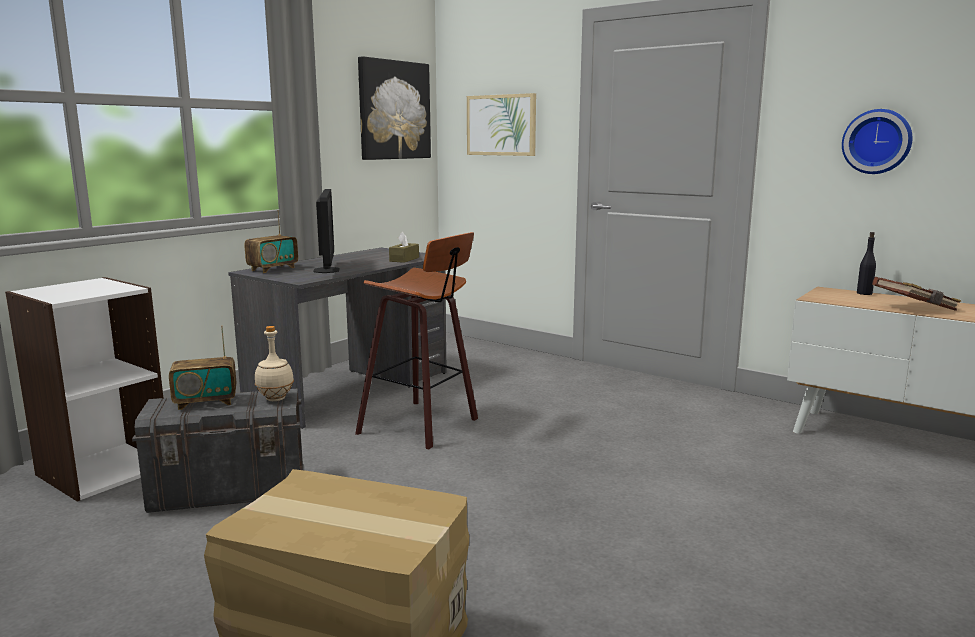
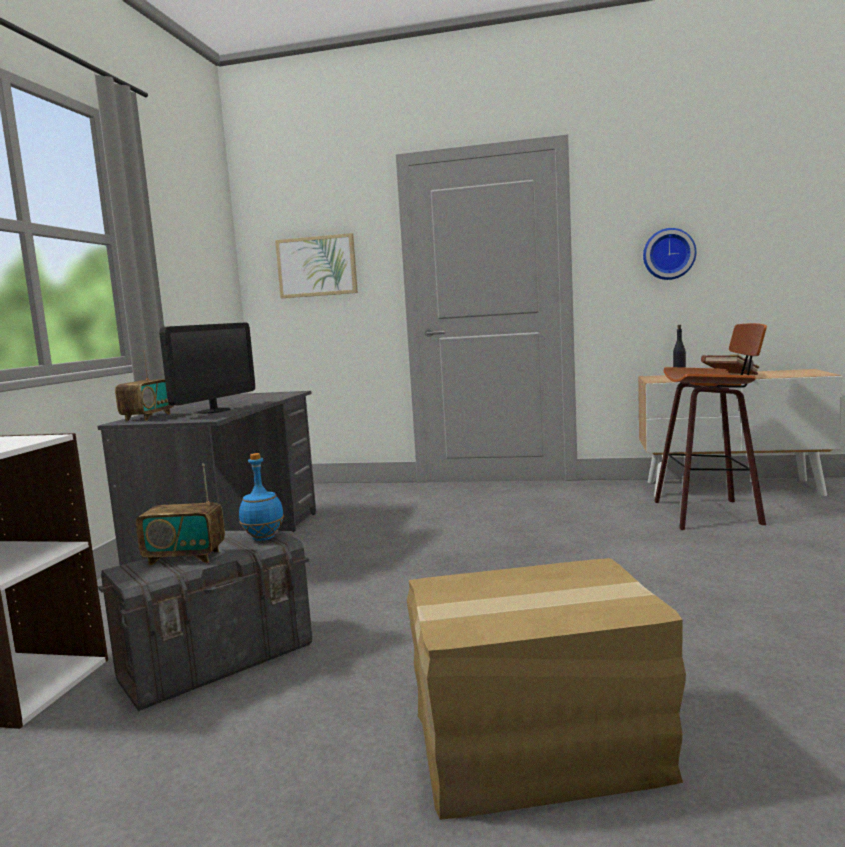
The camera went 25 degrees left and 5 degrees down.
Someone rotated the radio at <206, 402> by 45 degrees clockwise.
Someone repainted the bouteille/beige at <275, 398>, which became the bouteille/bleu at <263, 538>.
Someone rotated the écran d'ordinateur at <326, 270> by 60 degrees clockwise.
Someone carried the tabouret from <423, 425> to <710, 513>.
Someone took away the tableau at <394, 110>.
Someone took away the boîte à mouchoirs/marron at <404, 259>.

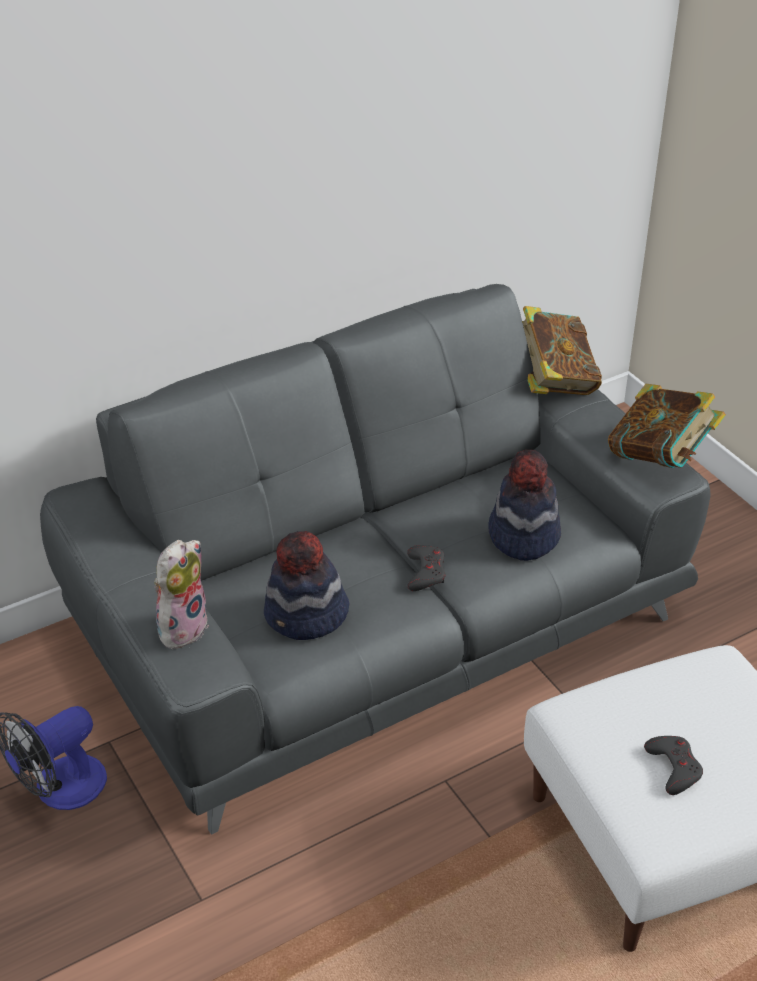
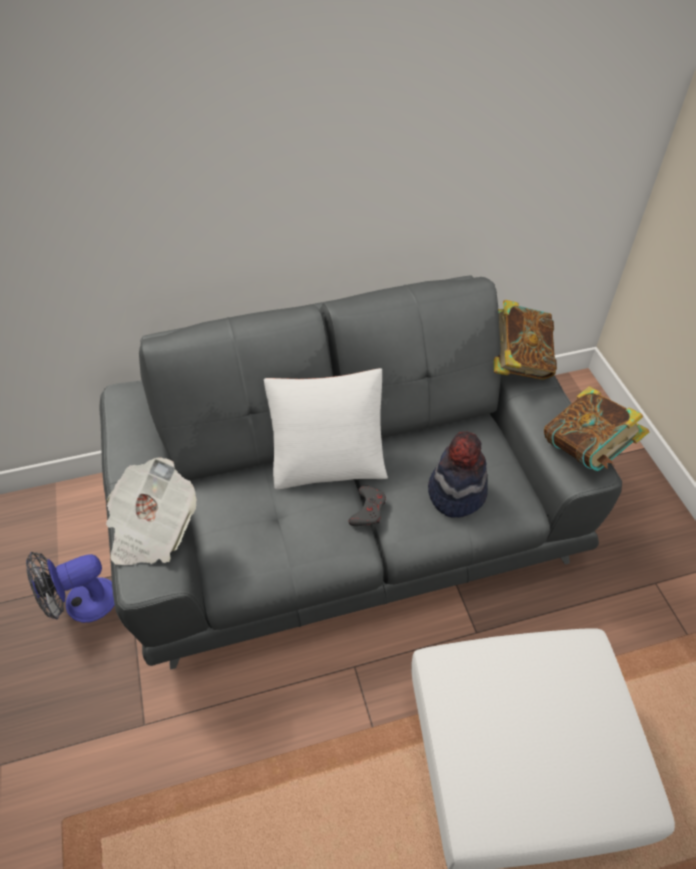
The camera went 15 degrees right and 10 degrees up.
Someone swapped the peluche at <182, 626> for the journal at <152, 529>.
Someone took away the chapeau at <306, 616>.
Someone took away the manette/gris at <674, 767>.
Someone put down the coussin/blanc at <328, 458>.

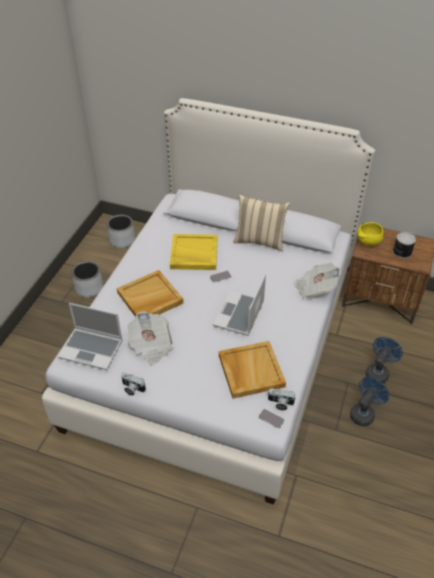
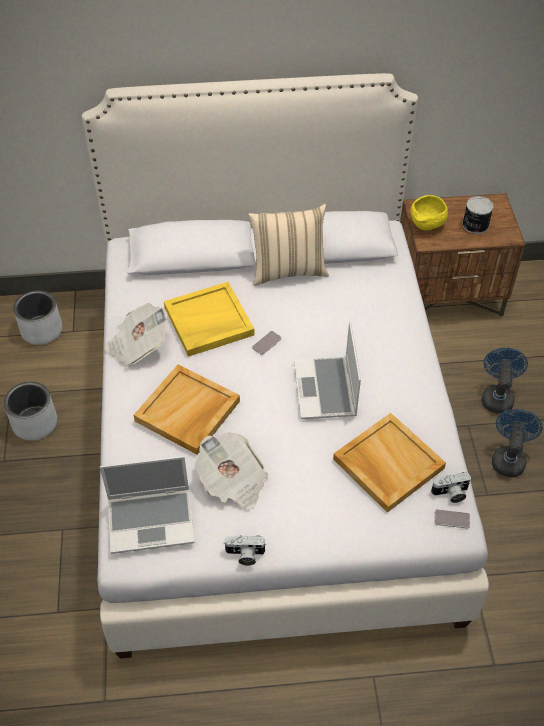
The camera went 25 degrees left and 5 degrees up.
Someone carried the journal from <315, 288> to <138, 346>.

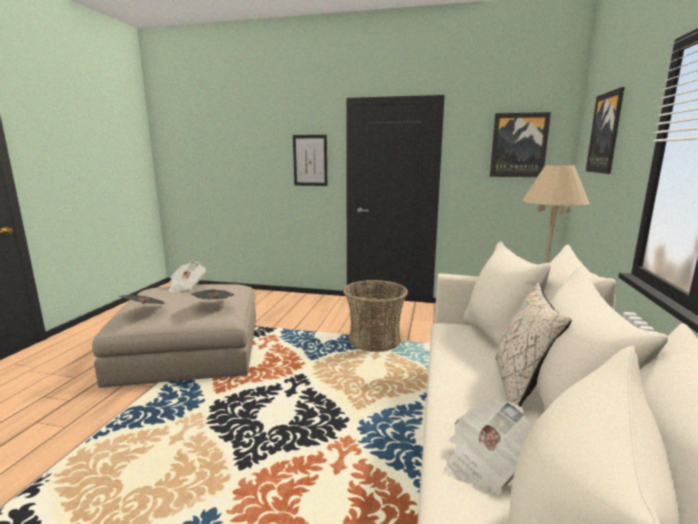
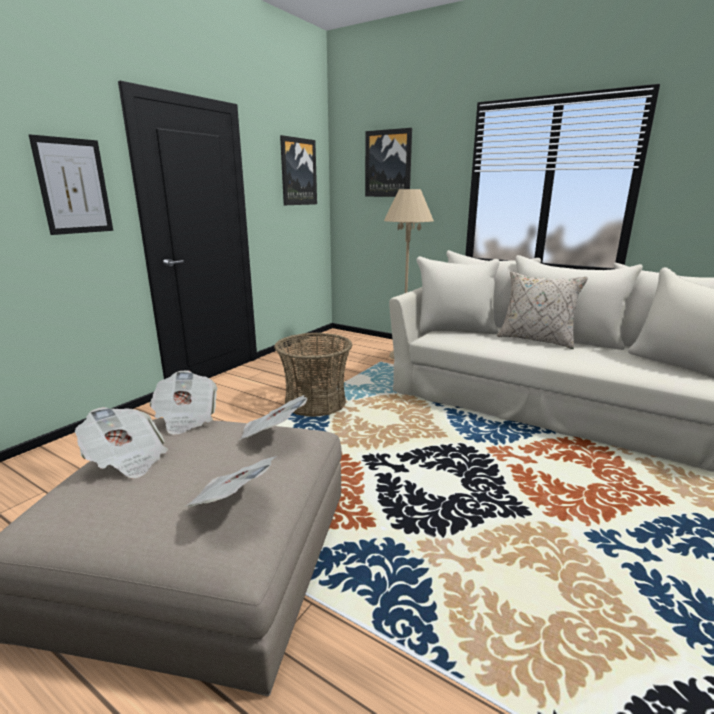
The camera went 70 degrees left and 5 degrees up.
Someone carried the journal from <485, 463> to <186, 418>.

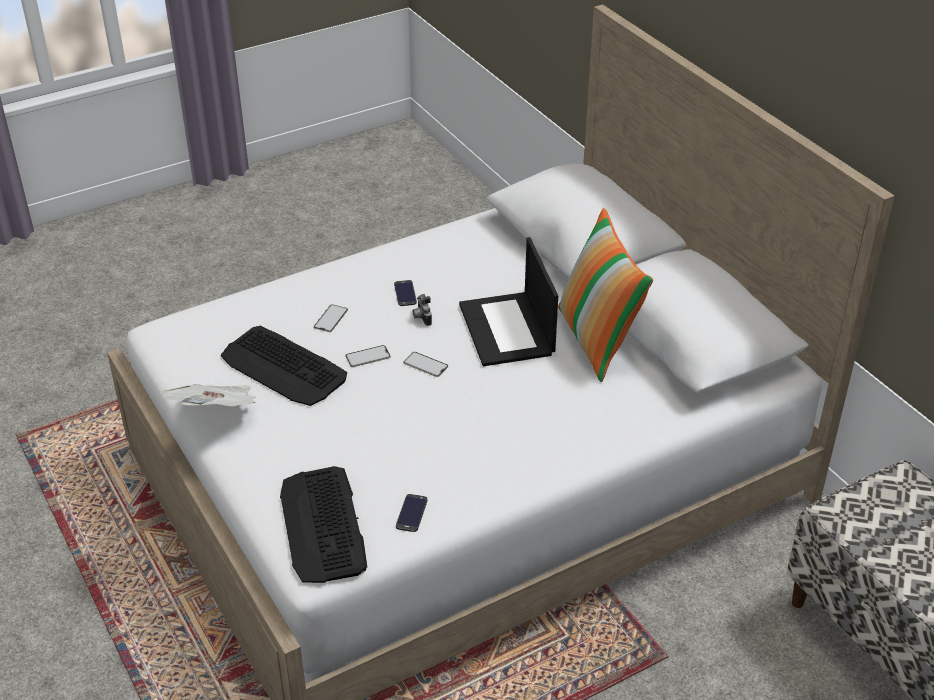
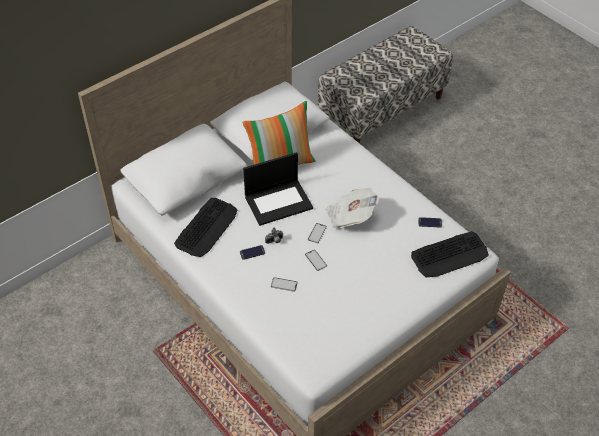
The camera went 100 degrees left and 10 degrees up.
Someone carried the journal from <216, 413> to <350, 216>.
Someone carried the clavier from <283, 367> to <206, 227>.

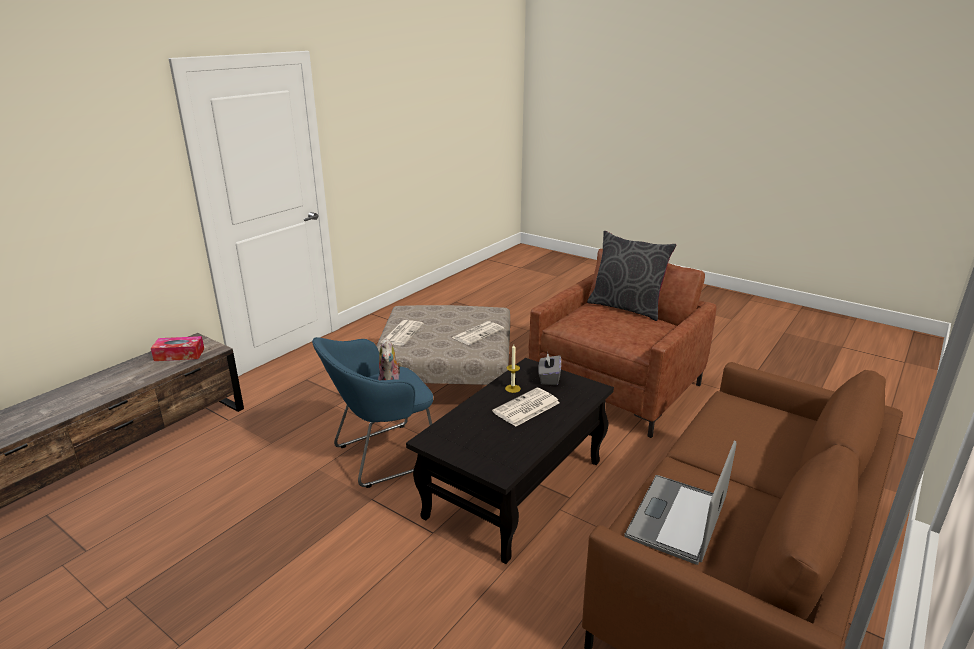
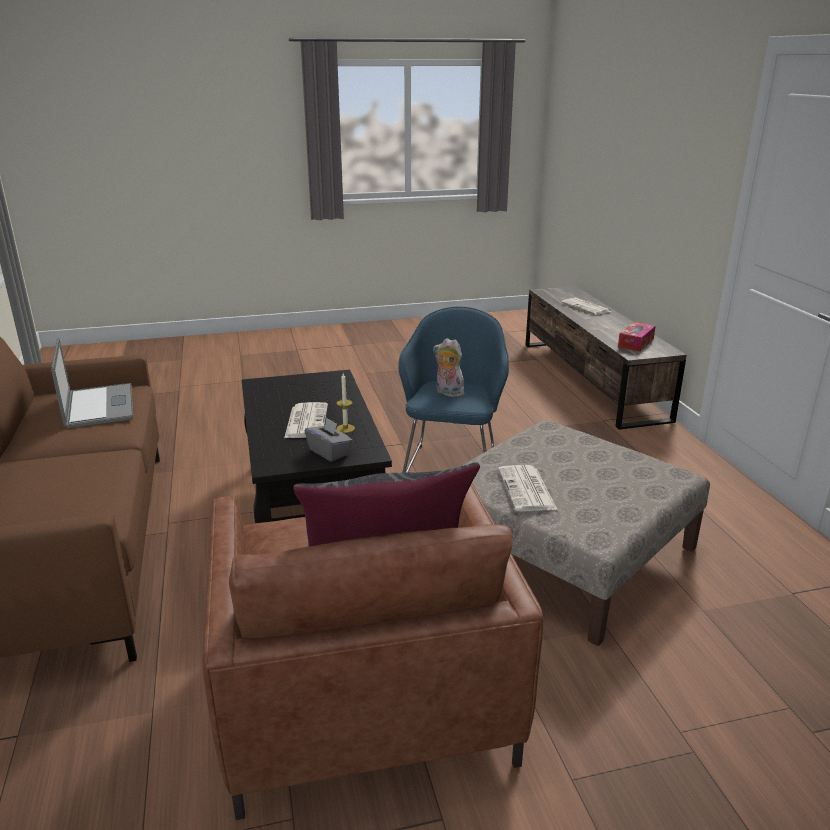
The camera went 130 degrees right and 0 degrees up.
Someone carried the journal from <402, 333> to <587, 307>.

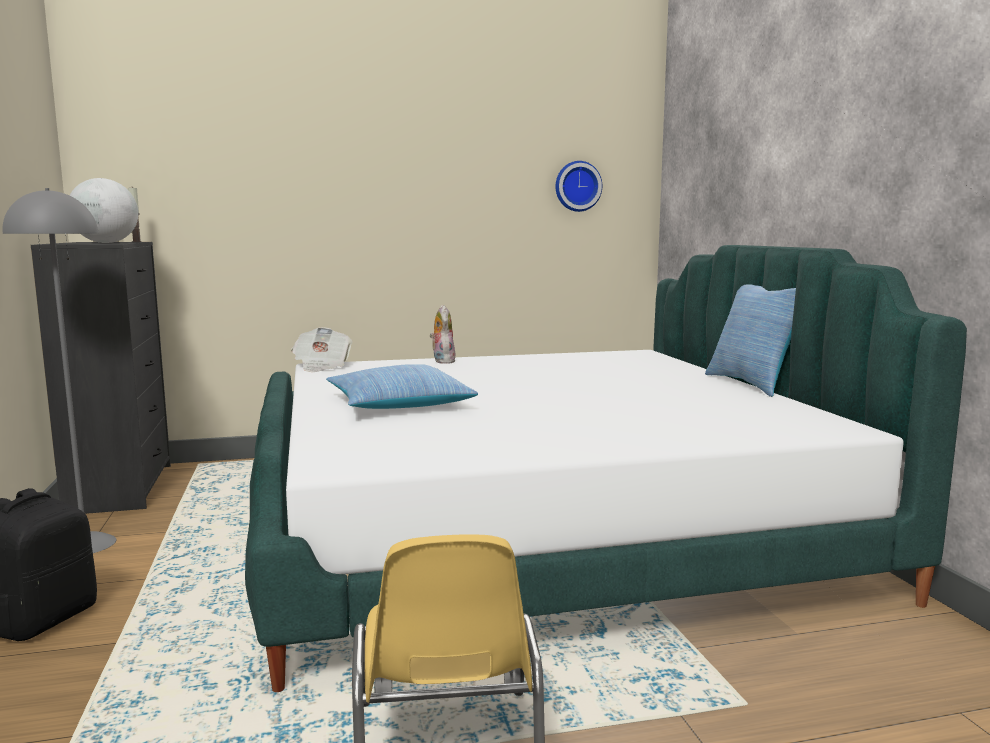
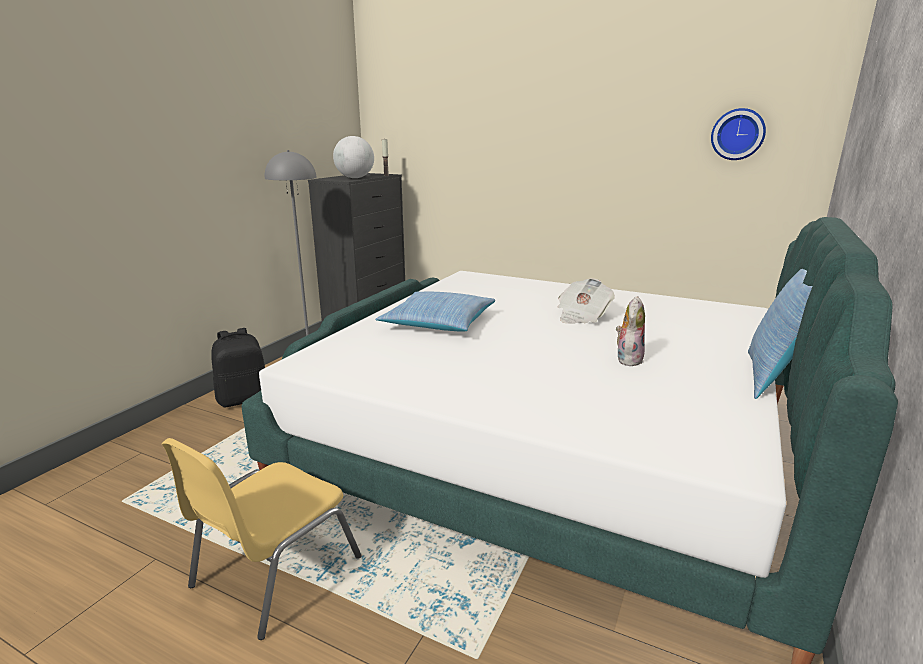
The camera went 40 degrees right and 10 degrees up.
Someone carried the journal from <322, 366> to <582, 316>.
Someone carried the peluche from <442, 361> to <628, 359>.

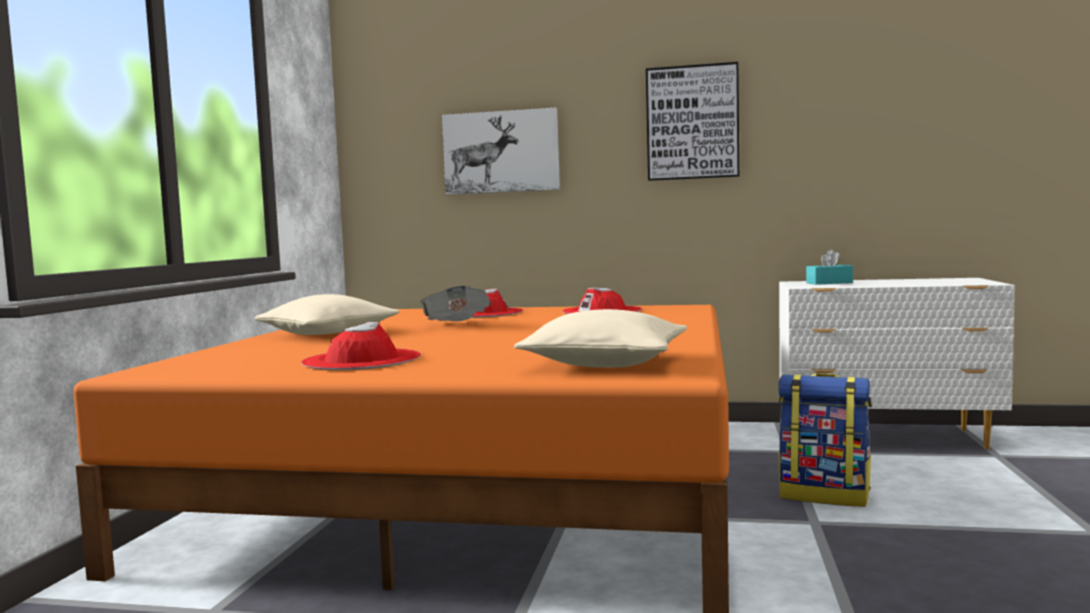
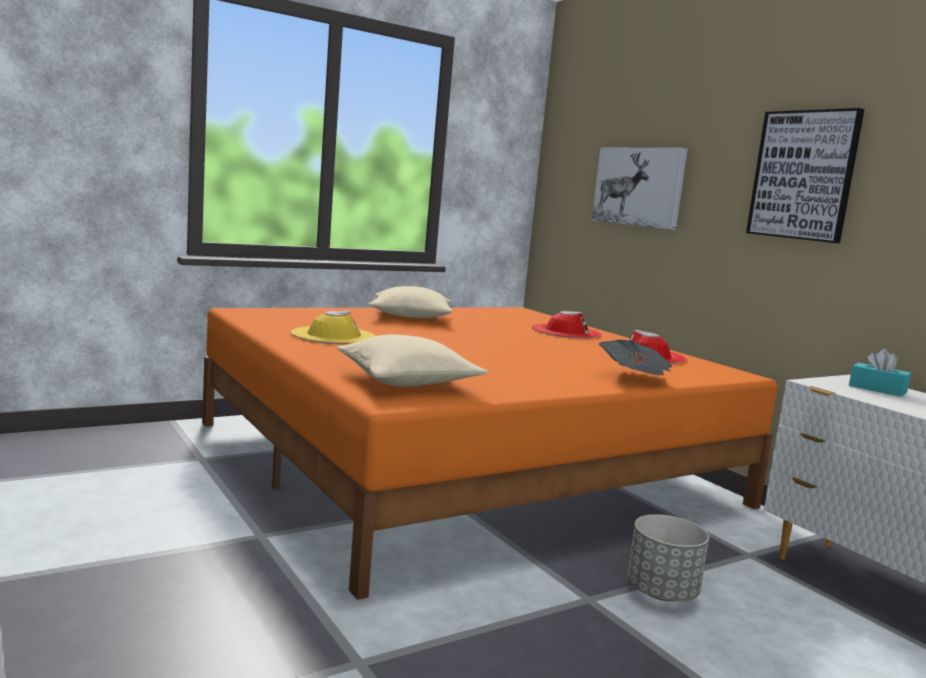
The camera went 45 degrees right and 5 degrees up.
Someone repainted the chapeau/rouge at <361, 360>, which became the chapeau/jaune at <333, 336>.
Someone carried the journal from <457, 325> to <635, 378>.
Someone swapped the sac à dos at <824, 495> for the cache-pot/gris at <662, 593>.

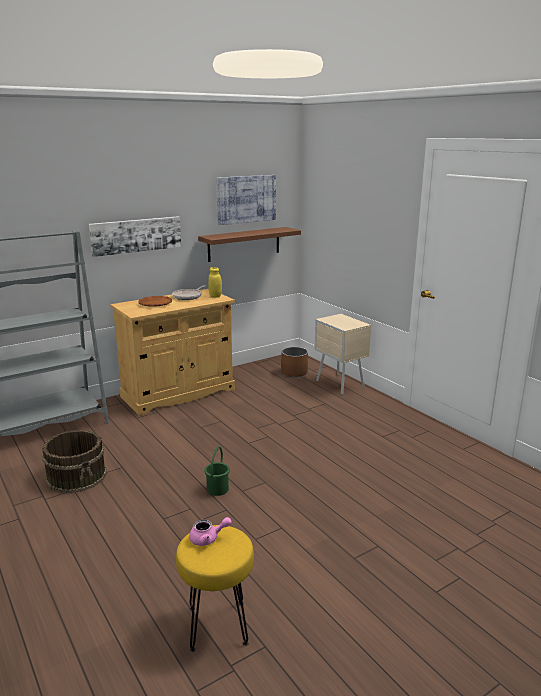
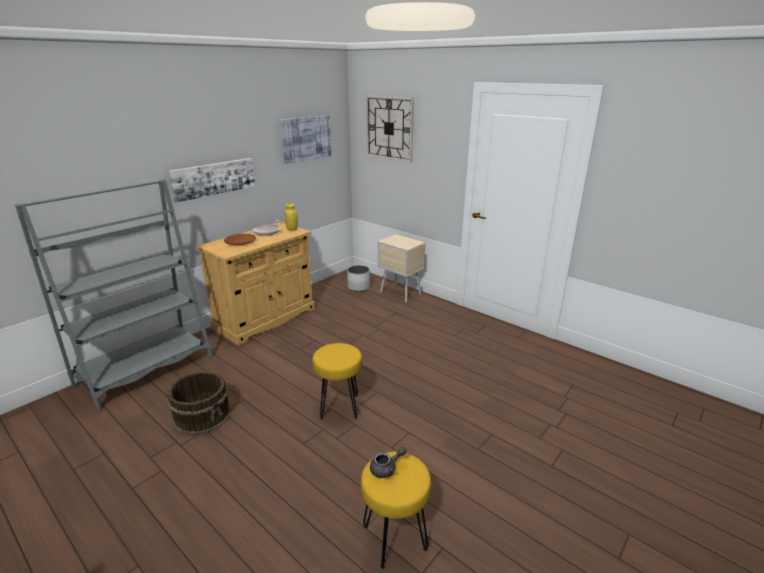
The camera went 15 degrees left and 5 degrees up.
Someone repainted the théière/rose at <208, 539>, which became the théière/gris at <386, 469>.
Someone took away the étagère/marron at <244, 244>.
Someone swapped the seau/vert at <217, 489> for the tabouret/jaune at <339, 406>.
Someone repainted the cache-pot/marron at <294, 372>, which became the cache-pot/blanc at <358, 287>.
Someone put up the horloge murale at <389, 128>.

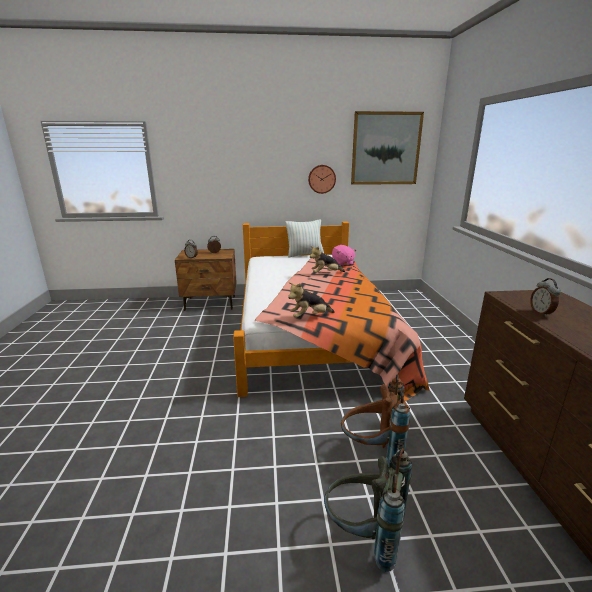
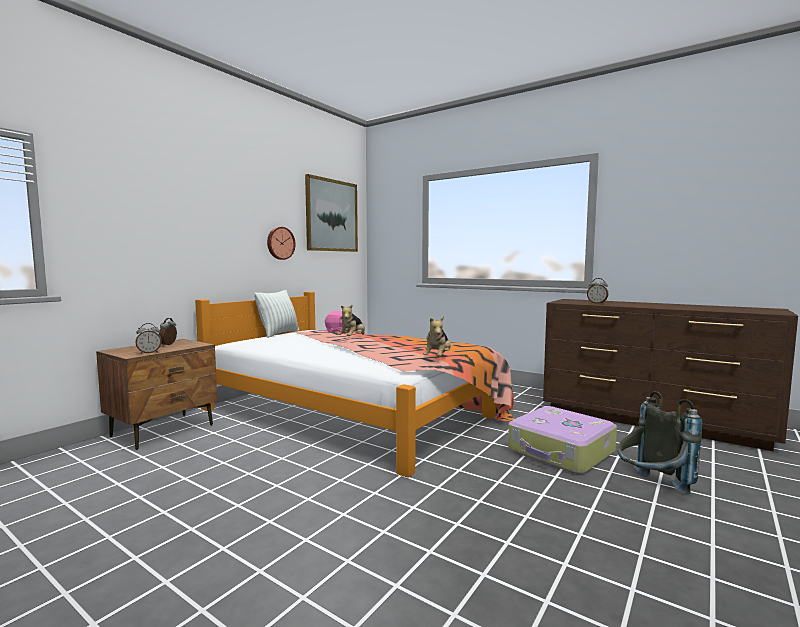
The camera went 50 degrees left and 15 degrees down.
Someone swapped the sac à dos/marron at <372, 451> for the valise at <561, 452>.

